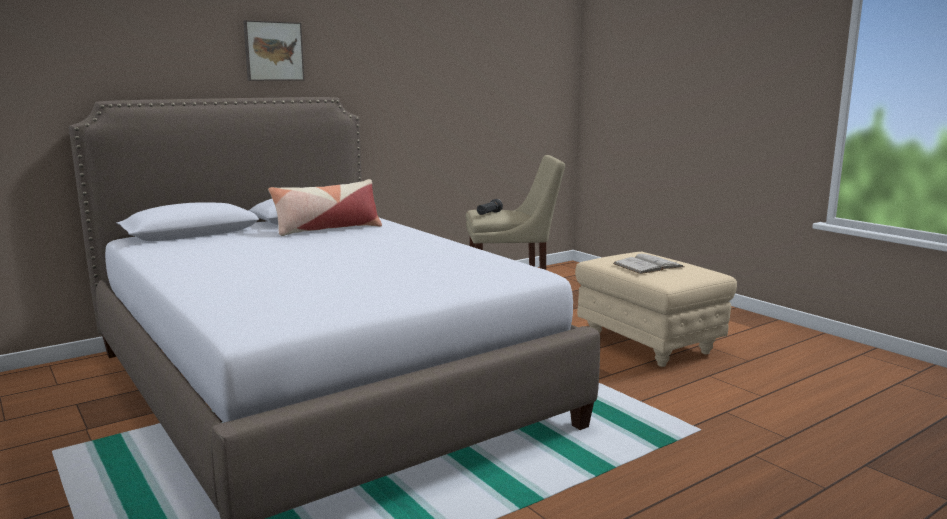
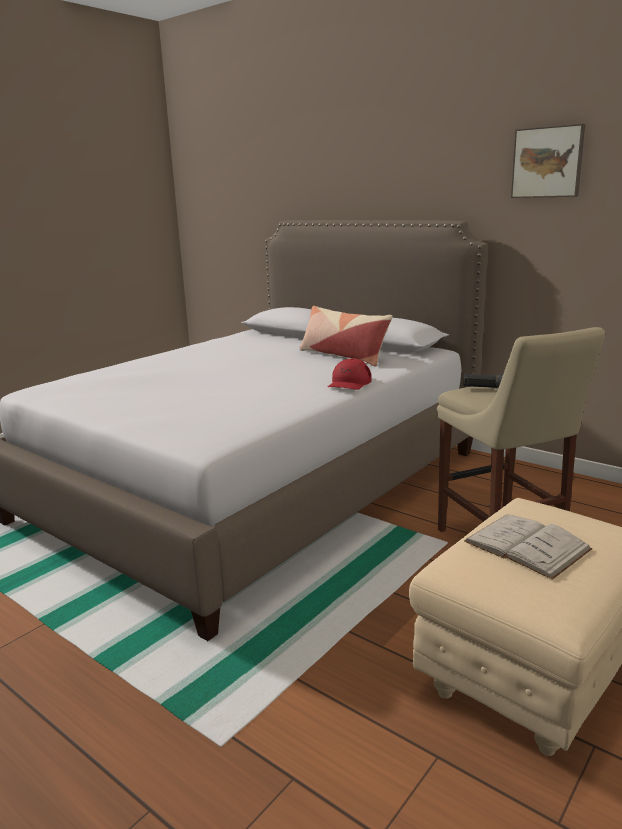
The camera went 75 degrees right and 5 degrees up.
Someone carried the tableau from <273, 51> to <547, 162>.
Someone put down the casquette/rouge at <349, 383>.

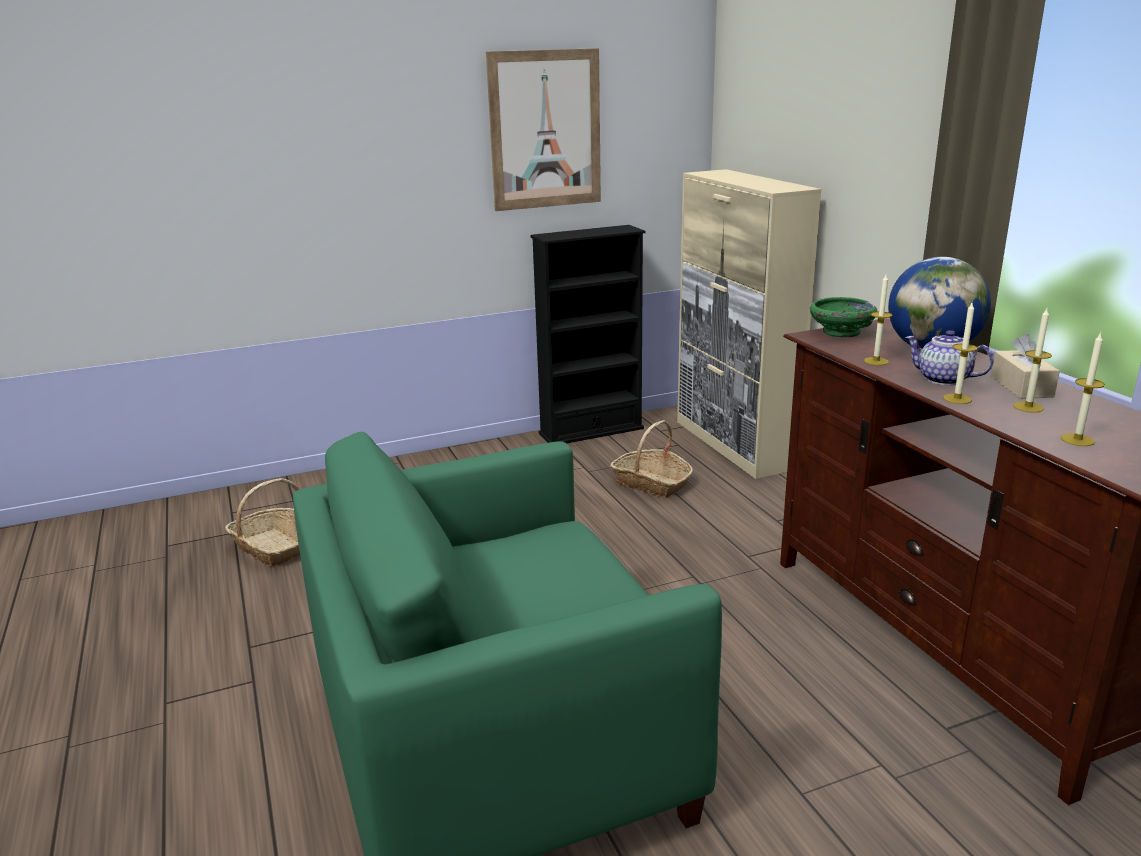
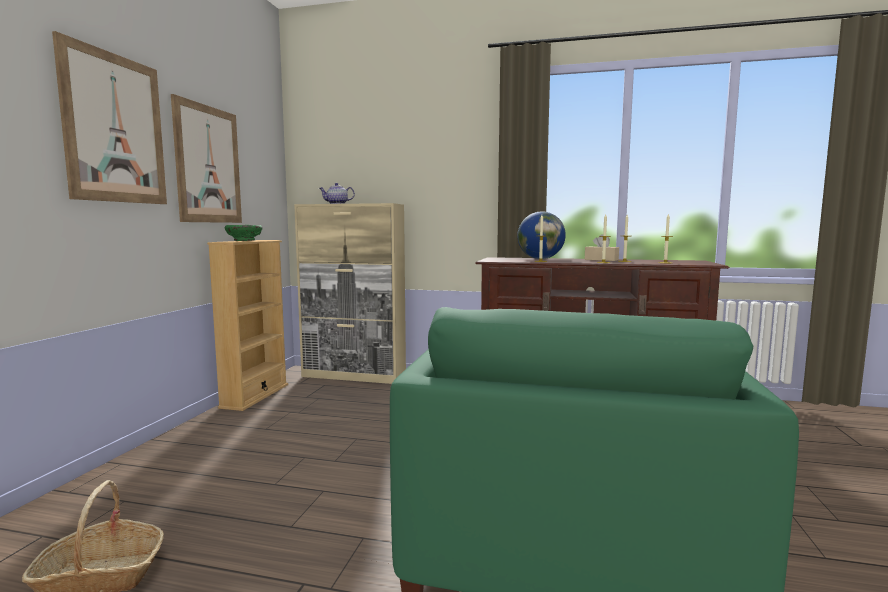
The camera went 55 degrees left and 15 degrees down.
Someone repainted the bibliothèque/noir at <591, 431>, which became the bibliothèque/beige at <255, 396>.
Someone took away the panier at <651, 483>.
Someone carried the bol/vert from <840, 332> to <244, 240>.
Someone carried the théière from <942, 380> to <337, 204>.
Someone put up the tableau at <115, 128>.

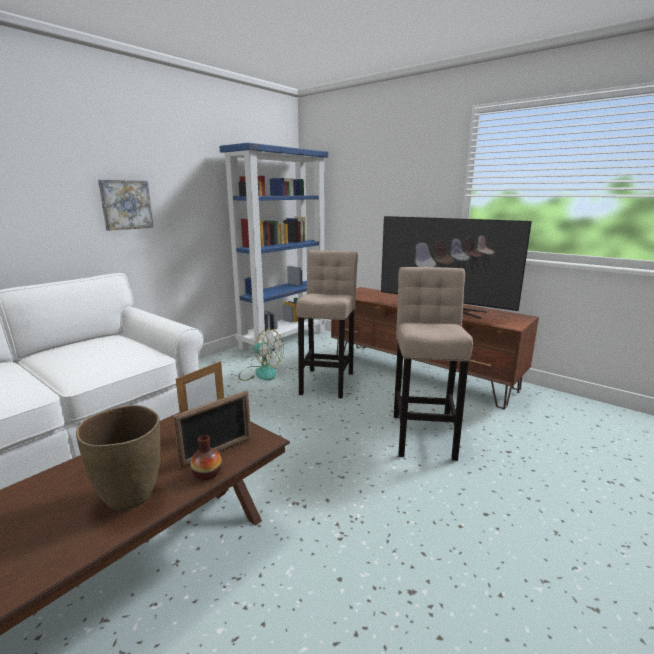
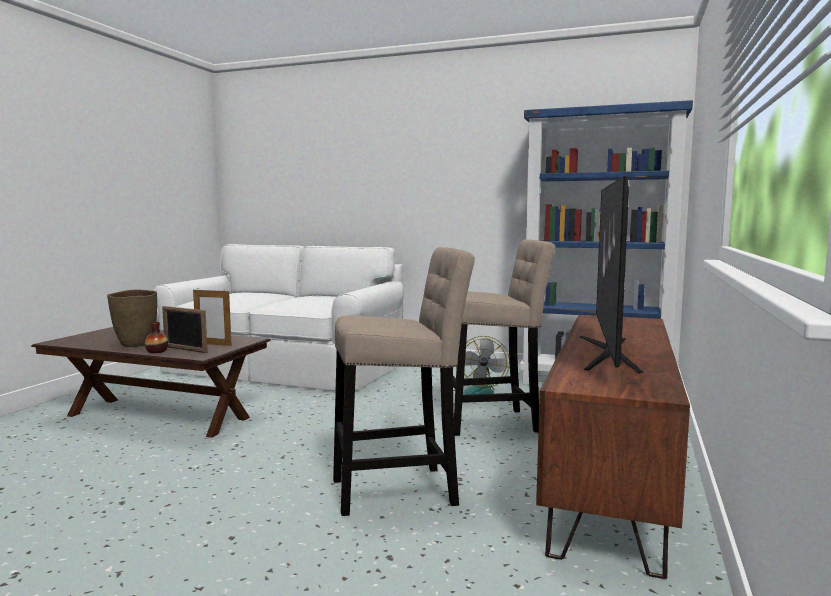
The camera went 70 degrees right and 10 degrees down.
Someone took away the tableau at <125, 205>.

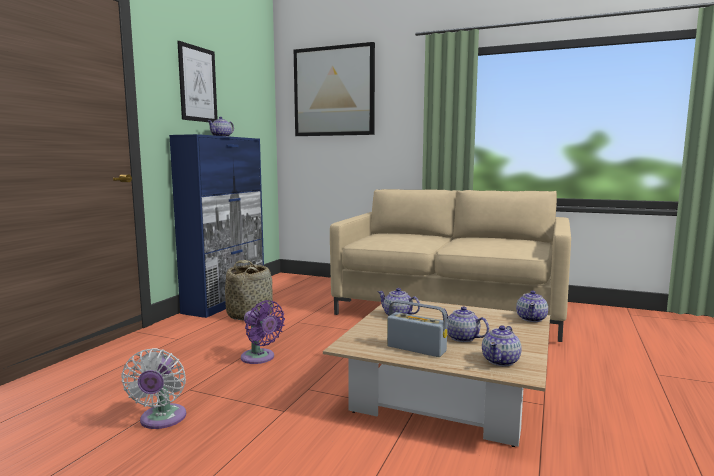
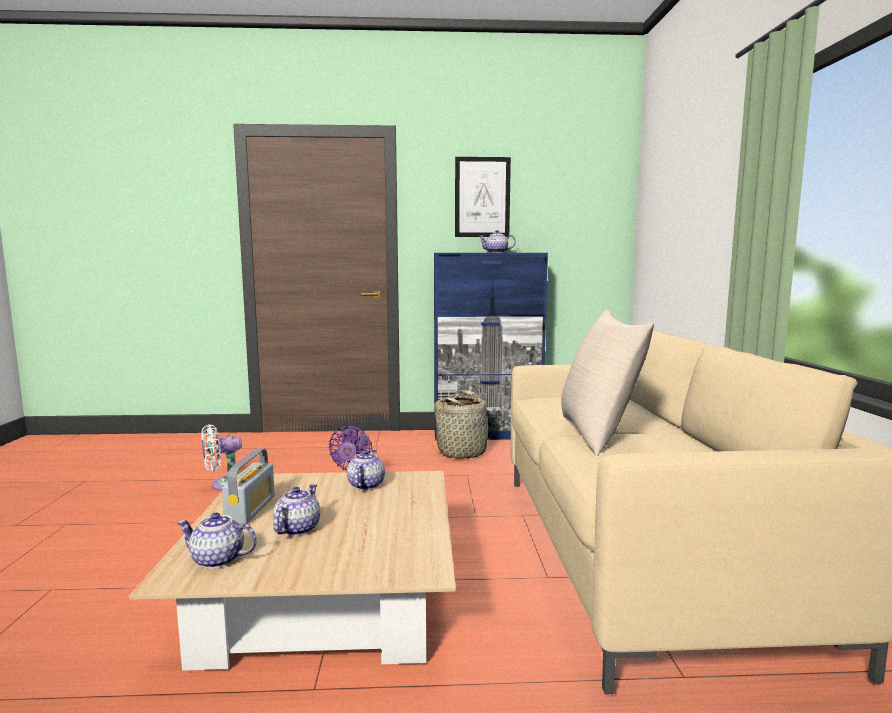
The camera went 65 degrees right and 0 degrees up.
Someone took away the tableau at <334, 91>.
Someone took away the théière at <531, 318>.
Someone put down the coussin/beige at <598, 435>.

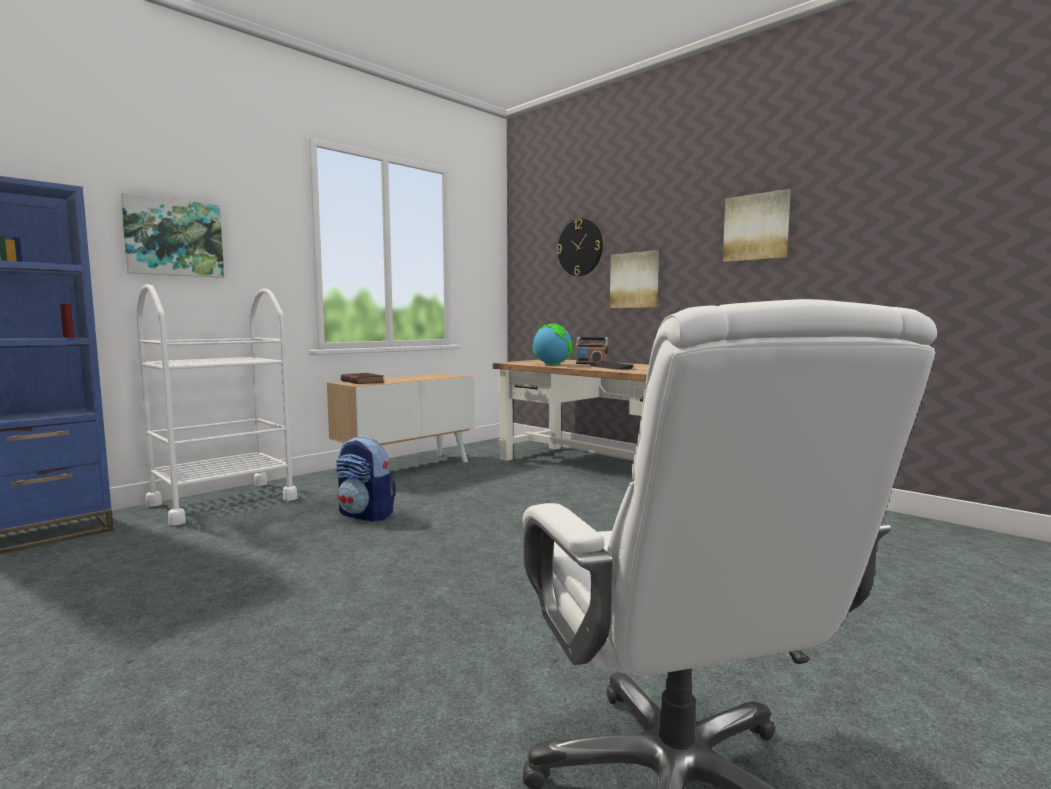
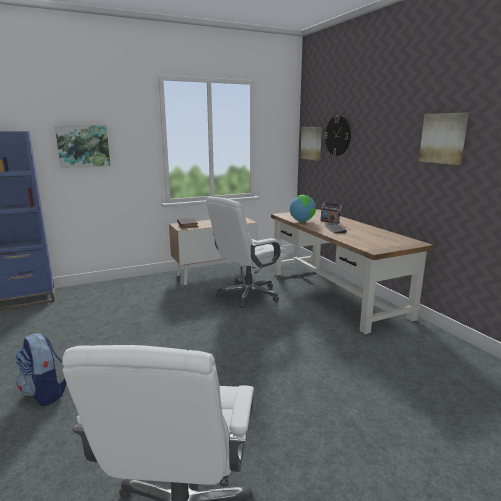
The camera went 20 degrees right and 10 degrees up.
Someone took away the chariot/blanc at <223, 502>.
Someone carried the sac à dos from <366, 515> to <46, 393>.
Someone carried the tableau from <634, 280> to <311, 143>.
Someone put down the chaise de bureau/blanc at <248, 295>.

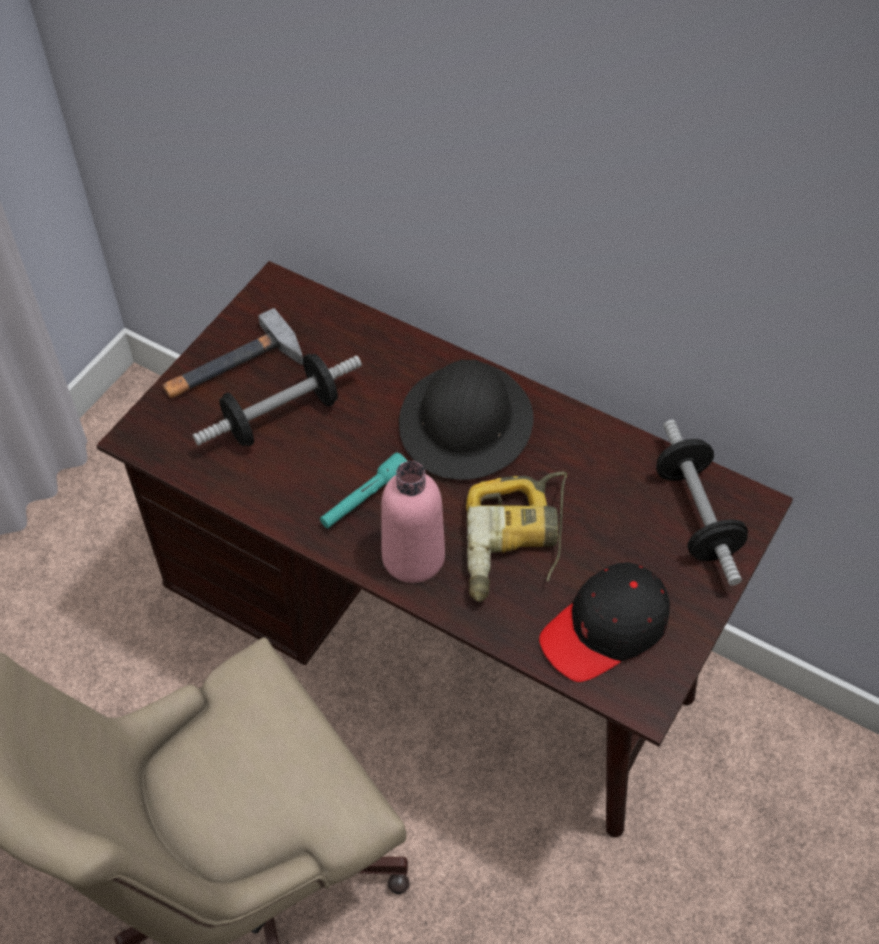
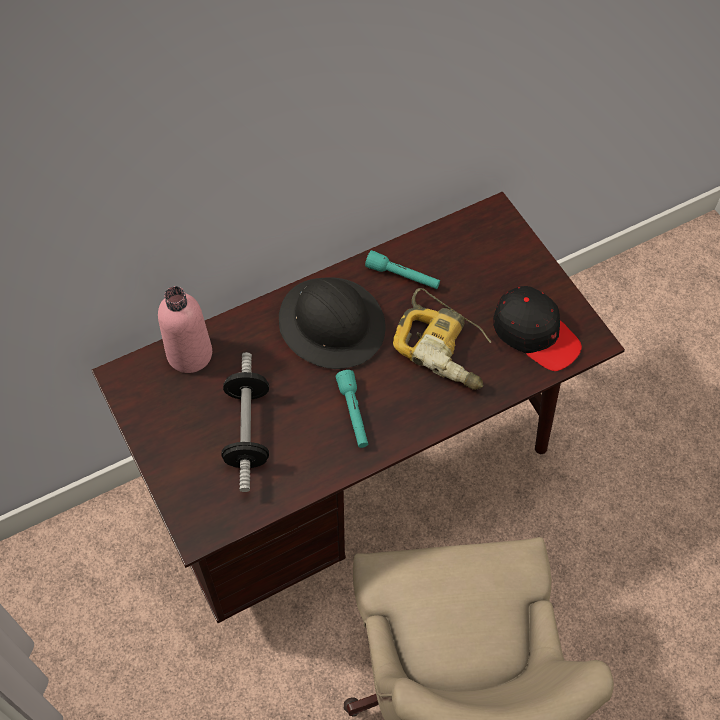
The camera went 60 degrees left and 5 degrees up.
Someone took away the marteau at <232, 368>.
Someone carried the bouteille/rose from <413, 557> to <189, 354>.
Someone rotated the casquette/noir at <605, 630> by 45 degrees counterclockwise.
Someone took away the haltère at <696, 516>.
Someone put down the lampe de poche/turquoise at <402, 276>.

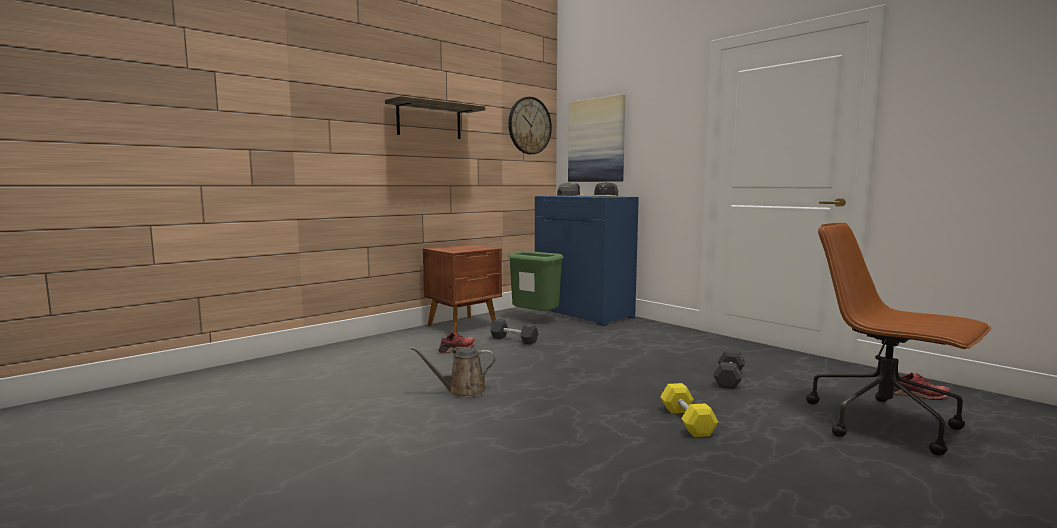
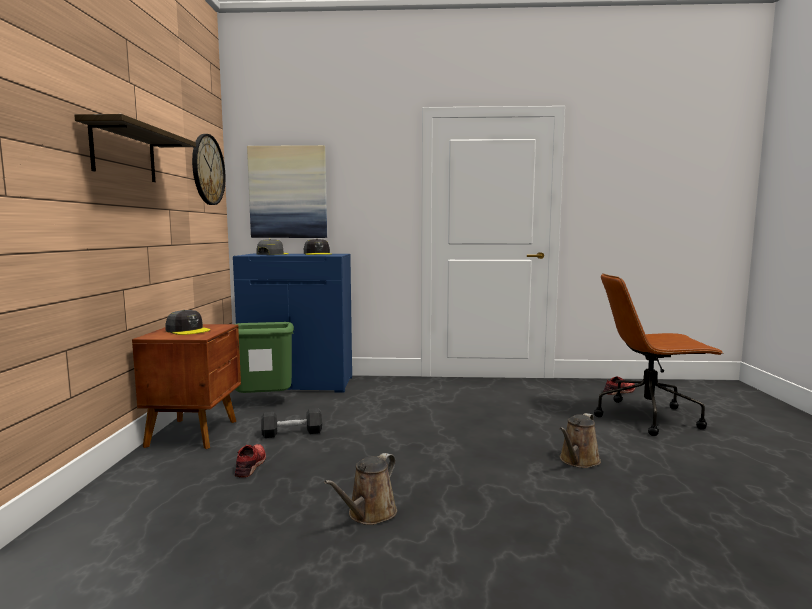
The camera went 45 degrees left and 0 degrees up.
Someone swapped the haltère/jaune at <687, 421> for the arrosoir/marron at <578, 461>.
Someone took away the haltère/noir at <729, 379>.
Someone put down the casquette/gris at <188, 330>.

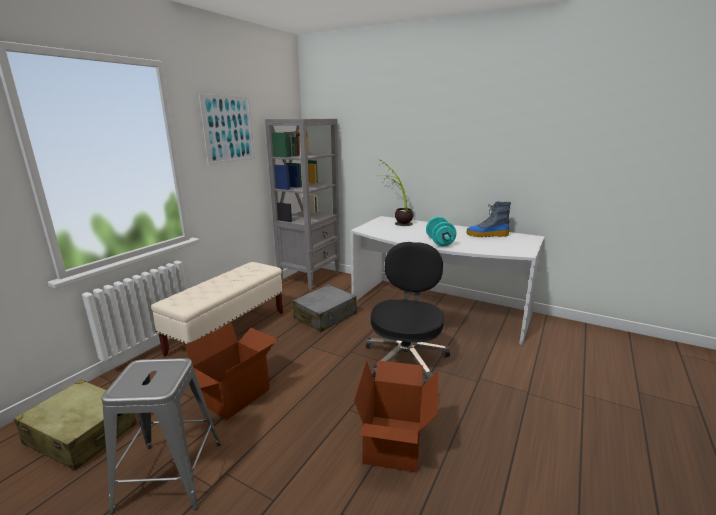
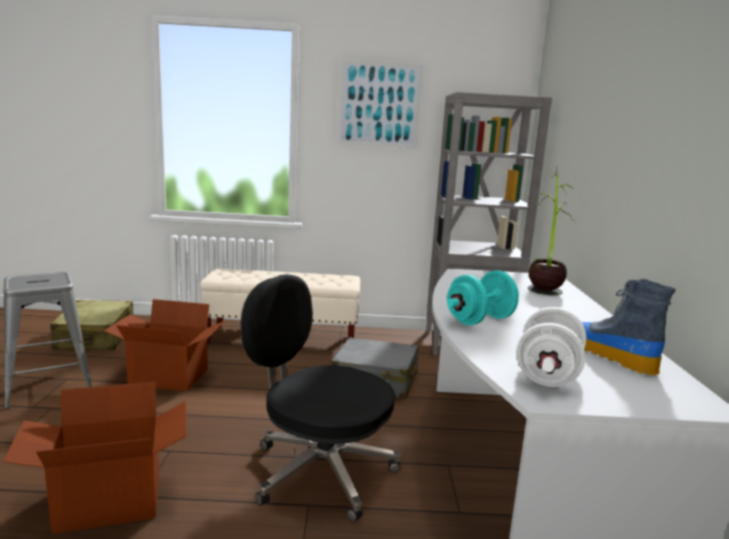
The camera went 60 degrees right and 5 degrees down.
Someone rotated the chaise de bureau/noir at <406, 358> by 135 degrees counterclockwise.
Someone put down the haltère/blanc at <547, 373>.

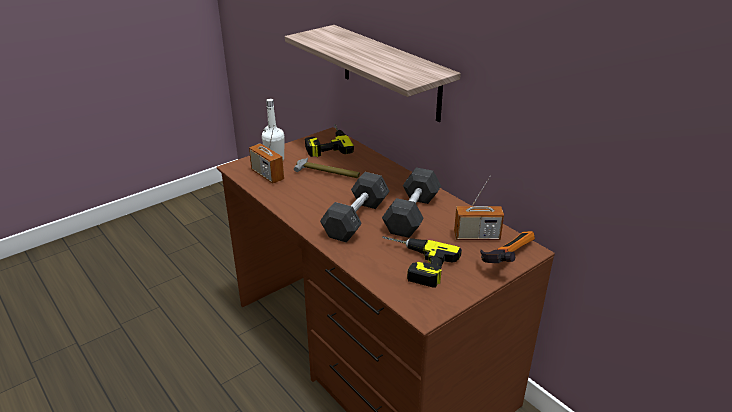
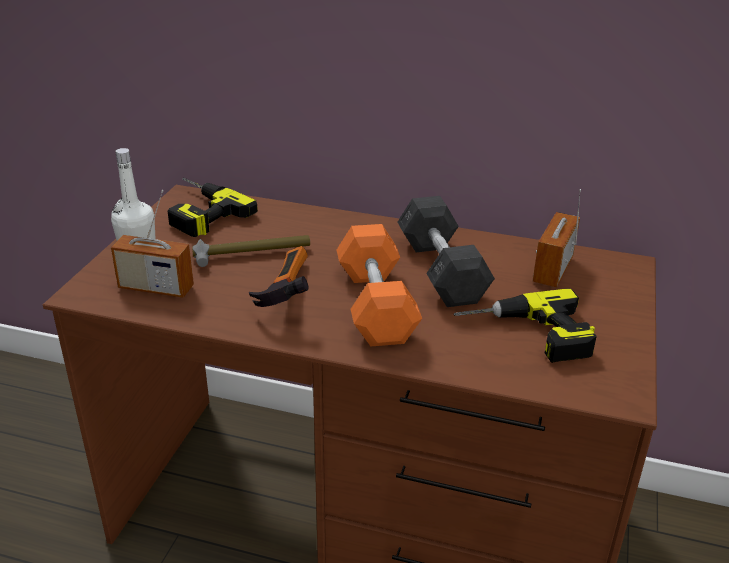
The camera went 35 degrees left and 0 degrees up.
Someone took away the étagère at <390, 72>.
Someone repainted the haltère/gris at <356, 219>, which became the haltère/orange at <376, 305>.
Someone rotated the radio at <476, 236> by 150 degrees clockwise.
Someone carried the marteau from <505, 257> to <282, 293>.

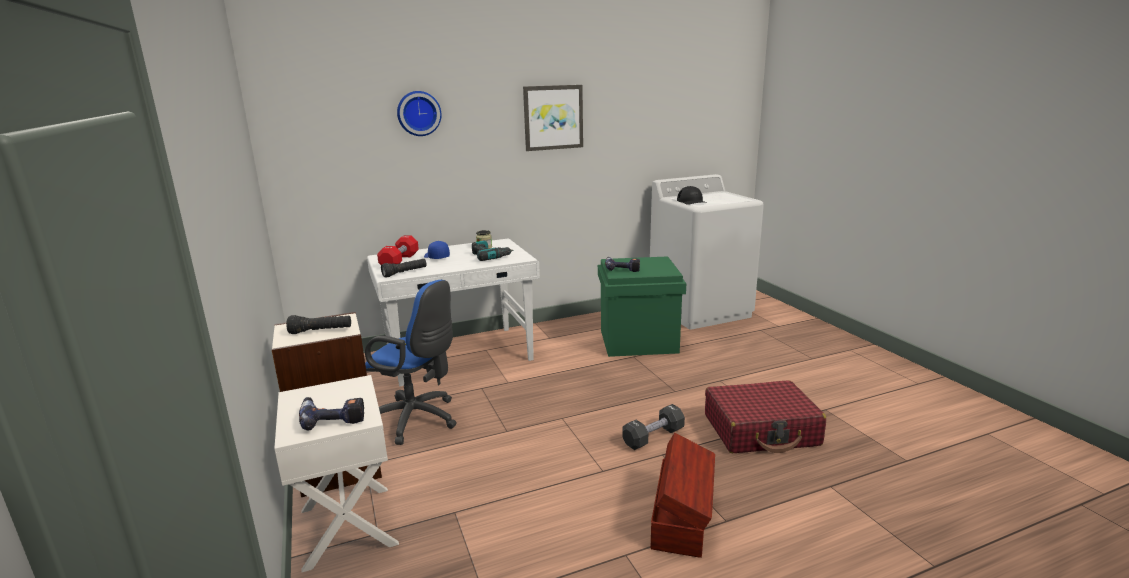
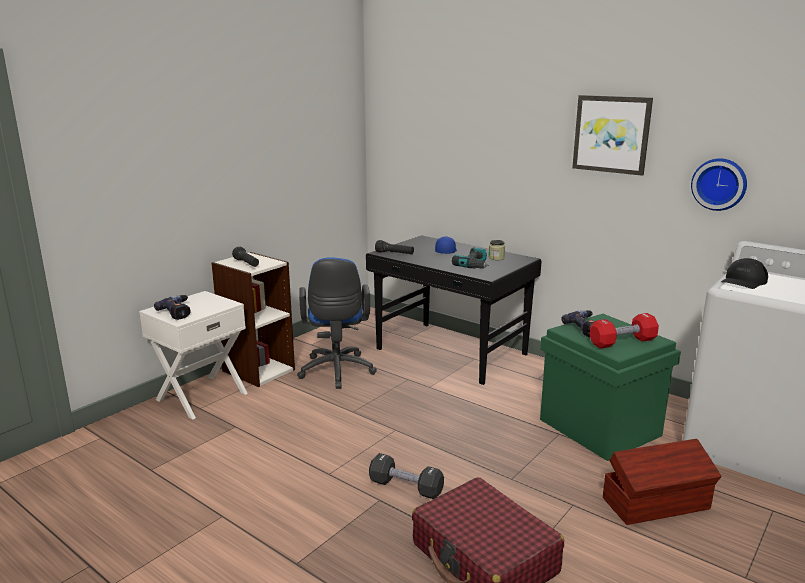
The camera went 60 degrees right and 0 degrees up.
Someone repainted the bureau/blanc at <460, 355>, which became the bureau/noir at <451, 352>.
Someone carried the haltère/rouge from <399, 261> to <622, 342>.
Someone carried the horloge murale from <418, 113> to <719, 184>.
Someone carried the boîte de rangement/marron from <682, 517> to <657, 504>.

